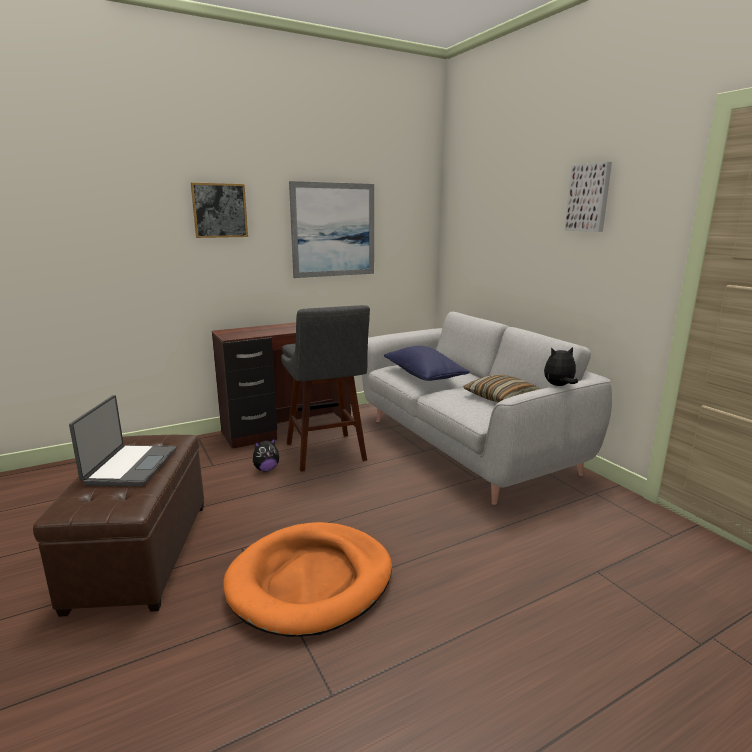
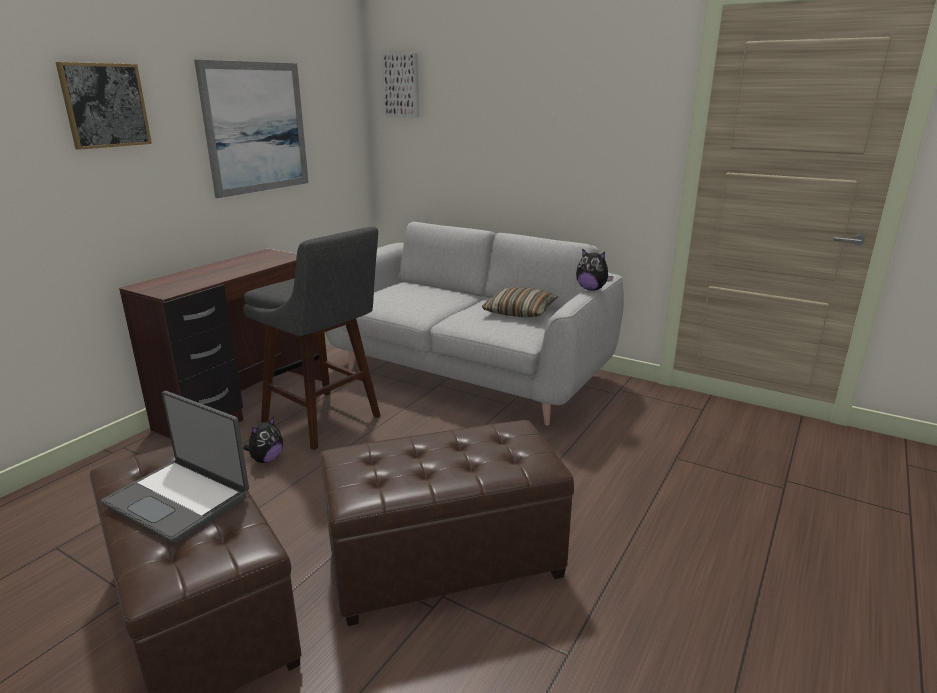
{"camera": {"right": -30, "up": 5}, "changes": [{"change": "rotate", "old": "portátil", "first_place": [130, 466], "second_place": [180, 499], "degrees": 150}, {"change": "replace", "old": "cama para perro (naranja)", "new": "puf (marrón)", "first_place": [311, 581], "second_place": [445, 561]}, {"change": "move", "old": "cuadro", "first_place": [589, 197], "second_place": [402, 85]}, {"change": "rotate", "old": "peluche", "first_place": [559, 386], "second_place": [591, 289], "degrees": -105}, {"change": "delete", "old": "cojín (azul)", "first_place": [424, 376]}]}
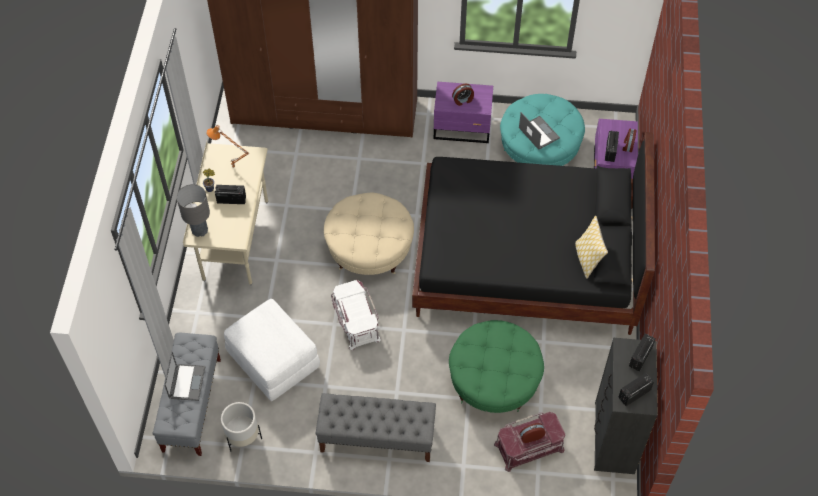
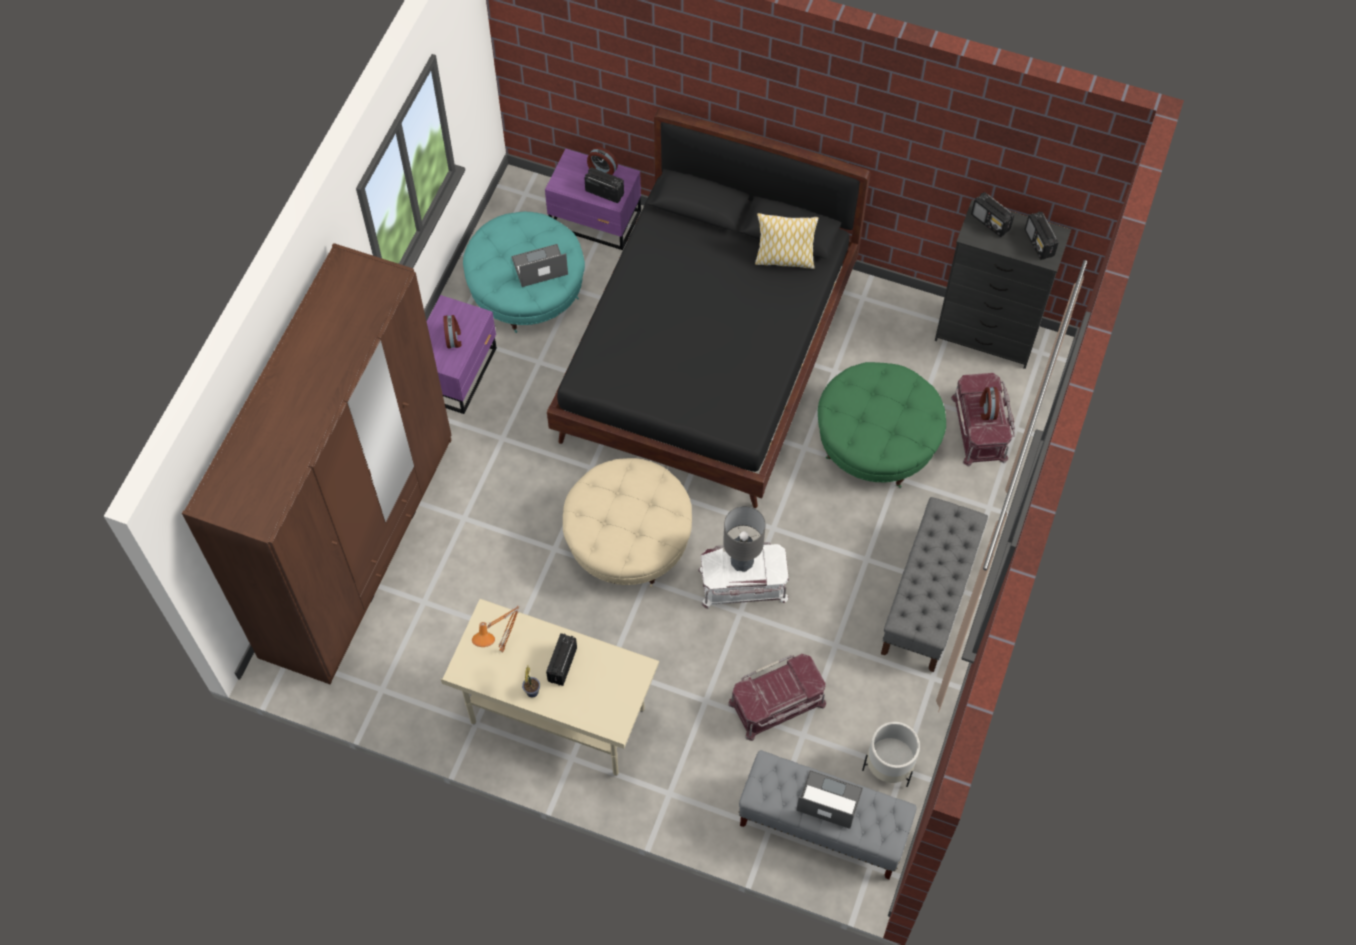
{"camera": {"right": -75, "up": 5}, "changes": [{"change": "move", "old": "lámpara de mesa (gris)", "first_place": [200, 230], "second_place": [742, 561]}, {"change": "replace", "old": "puf (blanco)", "new": "caja de almacenaje (rojo)", "first_place": [273, 360], "second_place": [777, 704]}]}
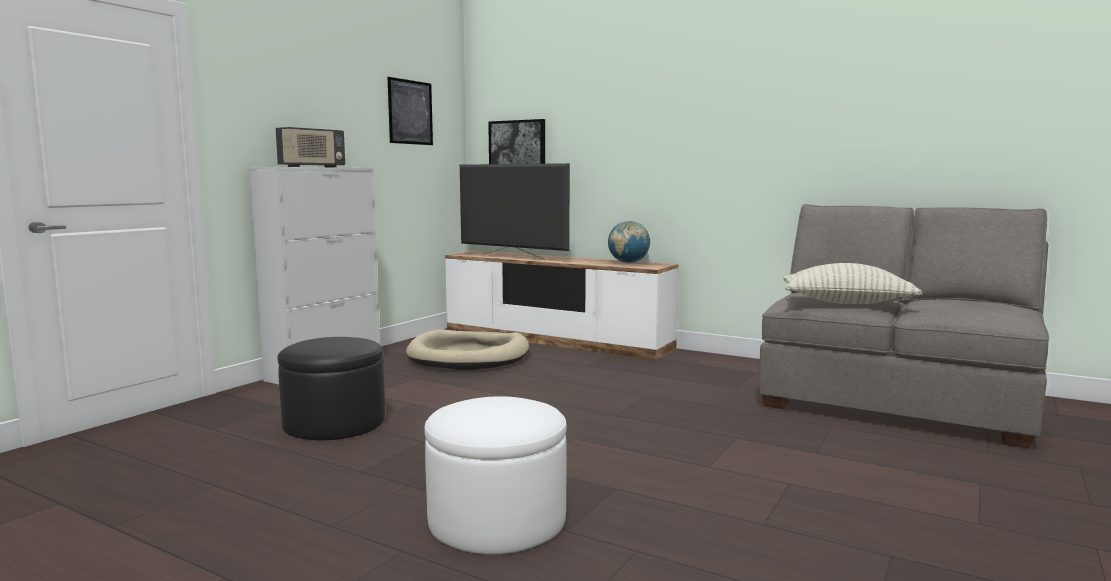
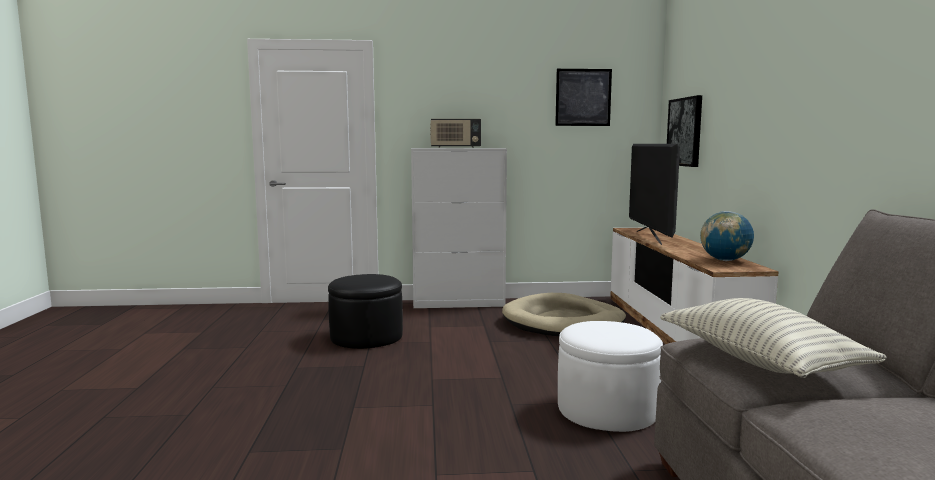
{"camera": {"right": 55, "up": 0}, "changes": [{"change": "move", "old": "puf (blanco)", "first_place": [497, 520], "second_place": [607, 409]}]}
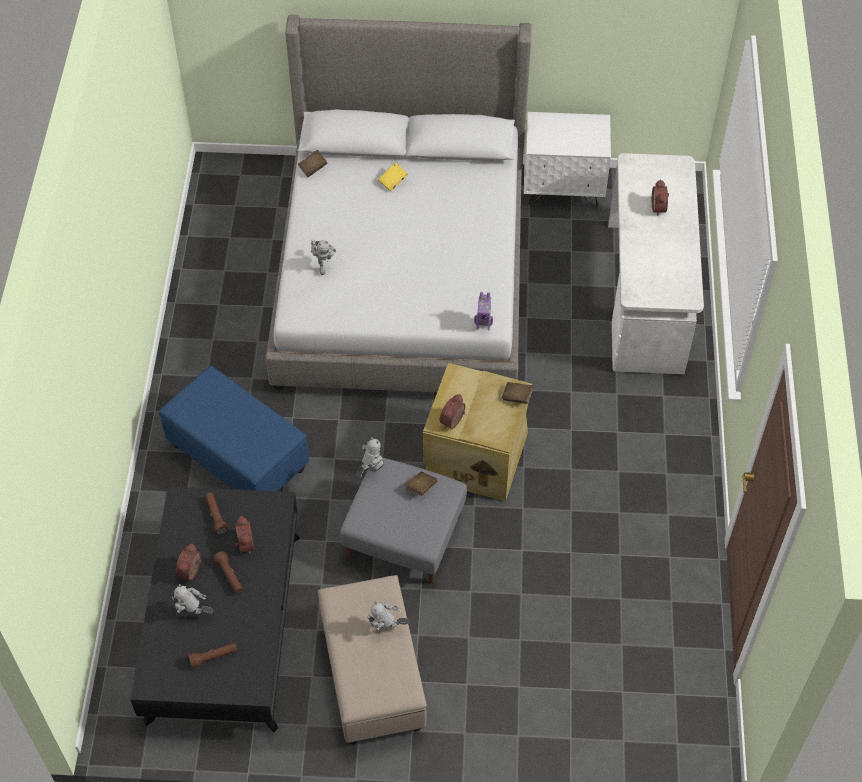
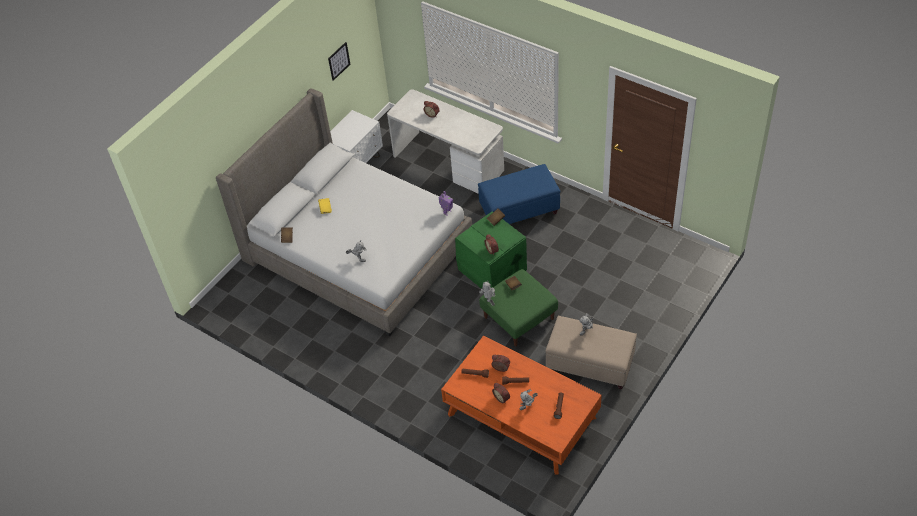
{"camera": {"right": -55, "up": -5}, "changes": [{"change": "insert", "new": "cuadro", "second_place": [339, 61]}, {"change": "recolor", "old": "mesa de centro (negro)", "new": "mesa de centro (naranja)", "first_place": [224, 627], "second_place": [522, 416]}, {"change": "recolor", "old": "caja de almacenaje (beis)", "new": "caja de almacenaje (verde)", "first_place": [474, 456], "second_place": [492, 270]}, {"change": "move", "old": "puf (azul)", "first_place": [239, 458], "second_place": [520, 210]}, {"change": "recolor", "old": "puf (gris)", "new": "puf (verde)", "first_place": [404, 536], "second_place": [519, 318]}]}
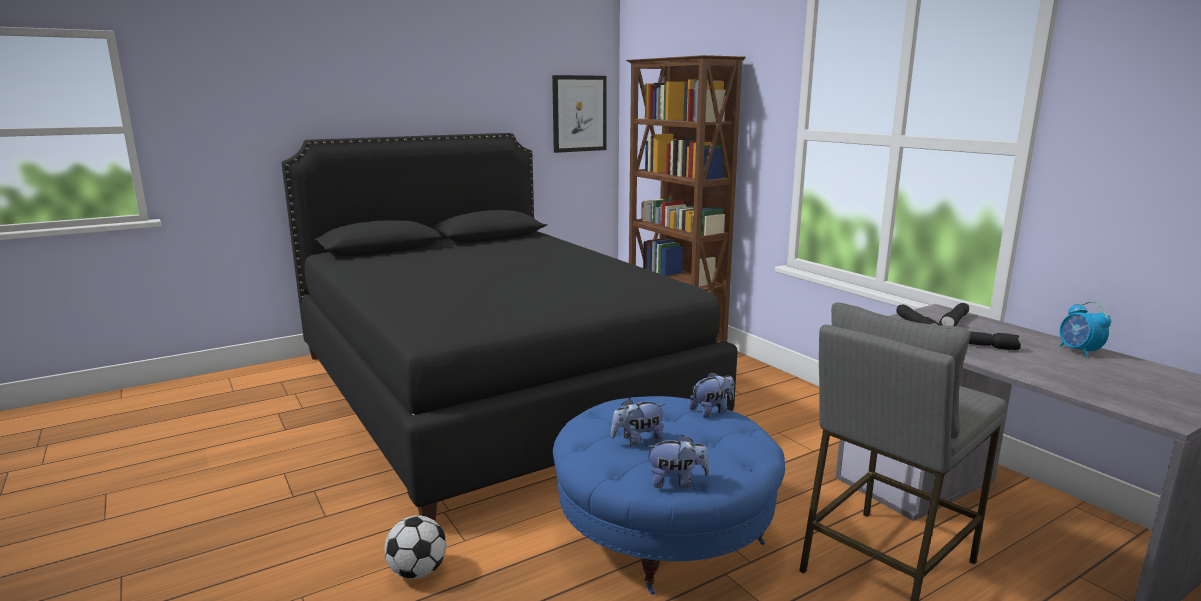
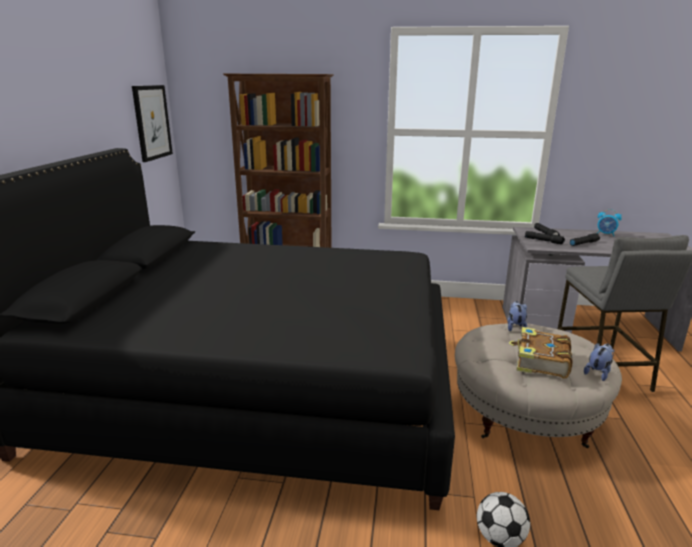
{"camera": {"right": -50, "up": 5}, "changes": [{"change": "recolor", "old": "puf (azul)", "new": "puf (beis)", "first_place": [664, 531], "second_place": [525, 413]}, {"change": "replace", "old": "peluche", "new": "libro", "first_place": [638, 440], "second_place": [540, 361]}]}
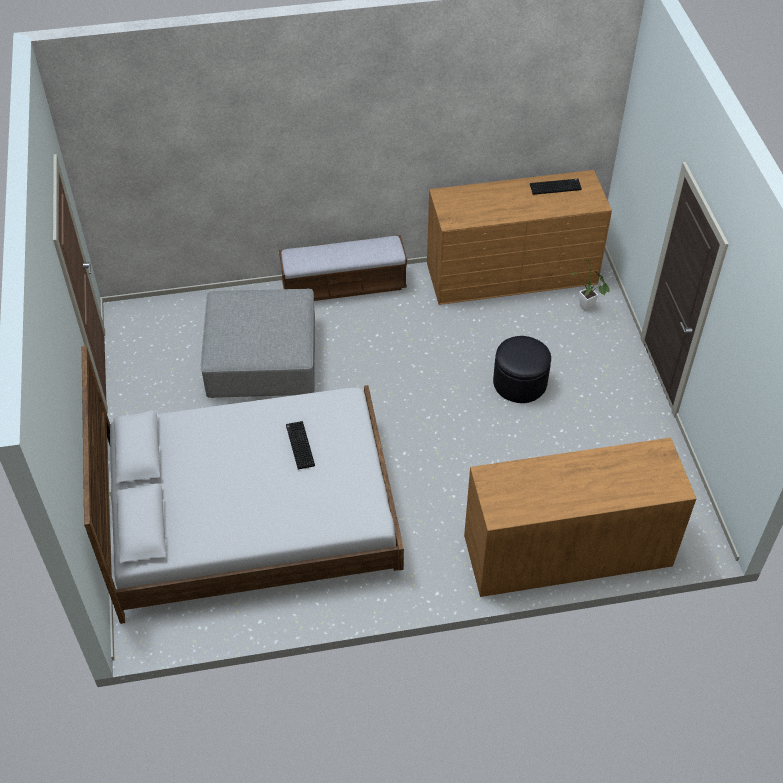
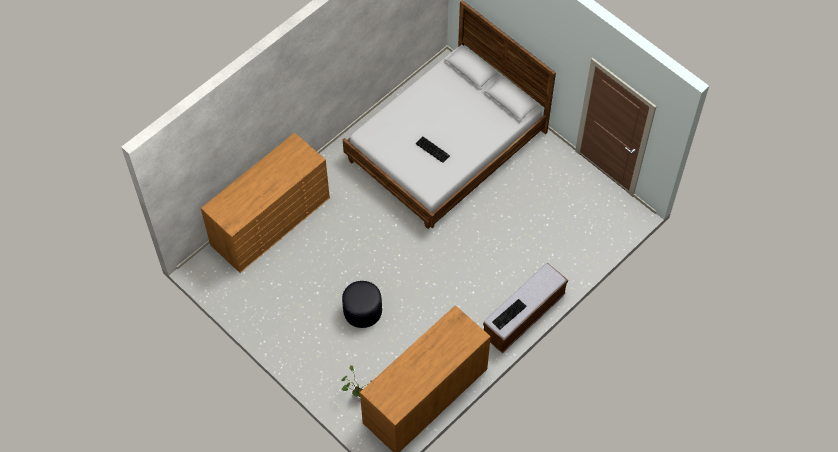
{"camera": {"right": 145, "up": 10}, "changes": [{"change": "move", "old": "teclado", "first_place": [555, 186], "second_place": [509, 315]}, {"change": "delete", "old": "puf (gris)", "first_place": [261, 357]}]}
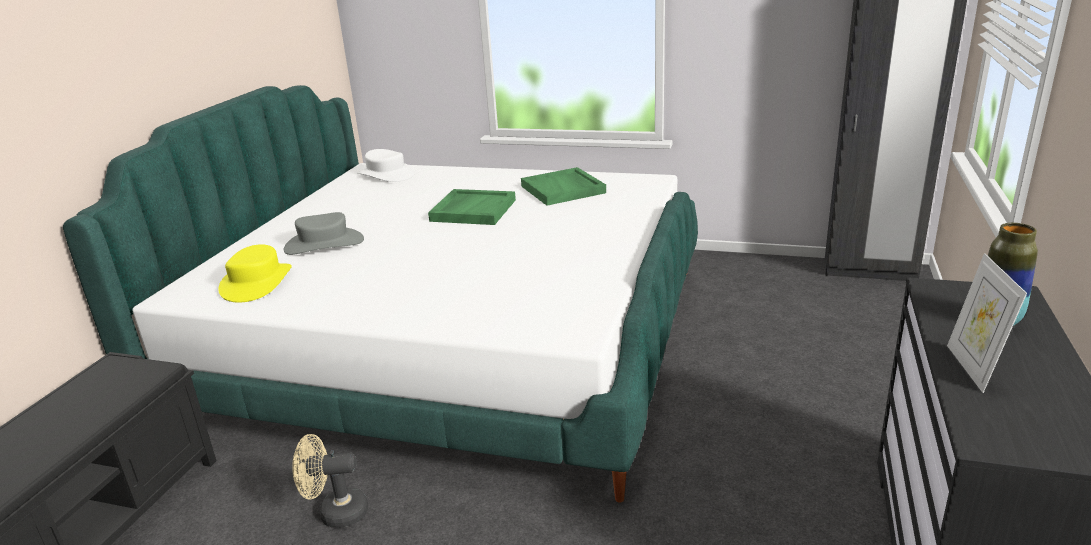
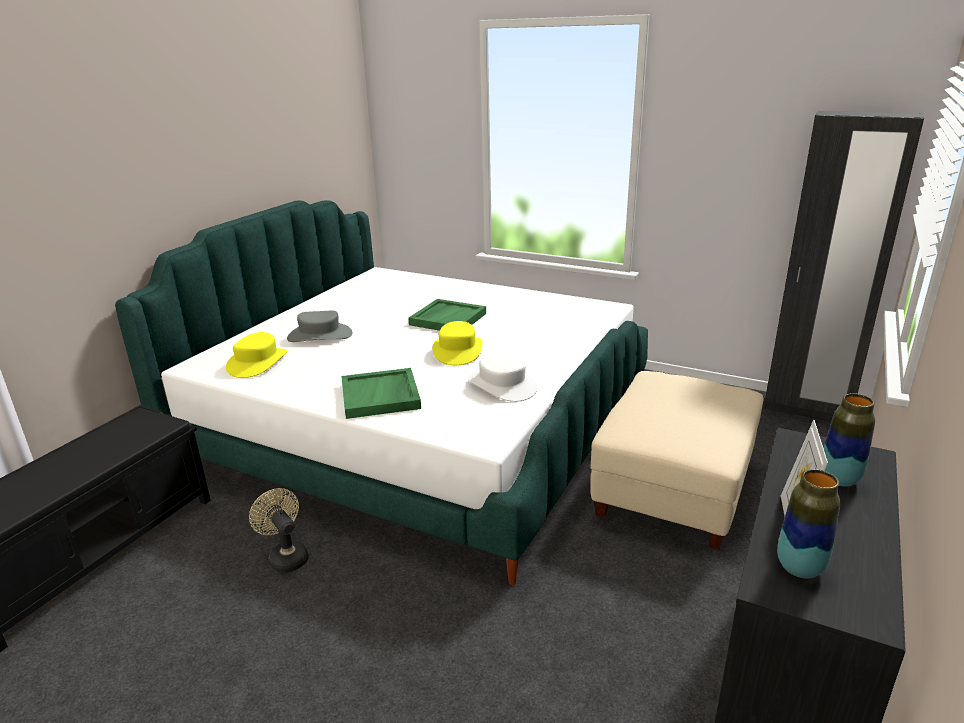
{"camera": {"right": 10, "up": 0}, "changes": [{"change": "rotate", "old": "ventilador (beis)", "first_place": [336, 513], "second_place": [286, 556], "degrees": 45}, {"change": "move", "old": "bandeja (verde)", "first_place": [563, 189], "second_place": [381, 396]}, {"change": "insert", "new": "sombrero (amarillo)", "second_place": [457, 351]}, {"change": "move", "old": "sombrero (blanco)", "first_place": [386, 174], "second_place": [502, 385]}, {"change": "insert", "new": "puf (beis)", "second_place": [672, 490]}, {"change": "insert", "new": "florero", "second_place": [799, 568]}]}
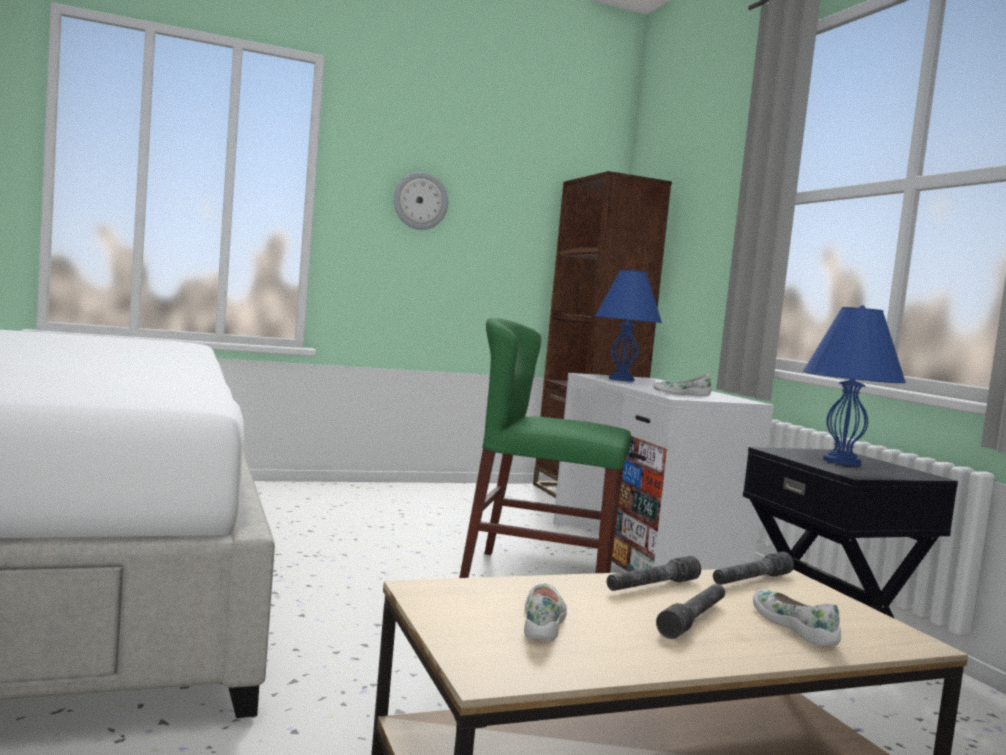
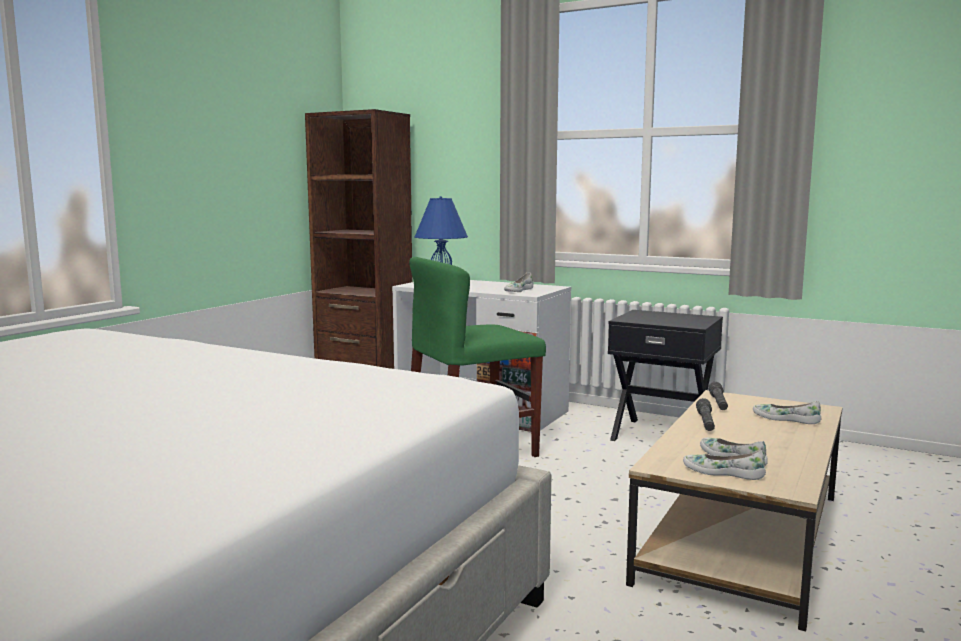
{"camera": {"right": -40, "up": 5}, "changes": [{"change": "insert", "new": "zapato (blanco)", "second_place": [723, 472]}, {"change": "delete", "old": "reloj de pared", "first_place": [420, 201]}, {"change": "delete", "old": "linterna (gris)", "first_place": [693, 619]}, {"change": "delete", "old": "lámpara de mesa (azul)", "first_place": [842, 461]}]}
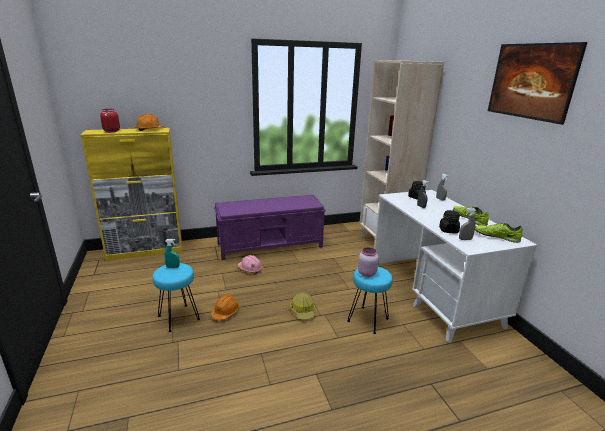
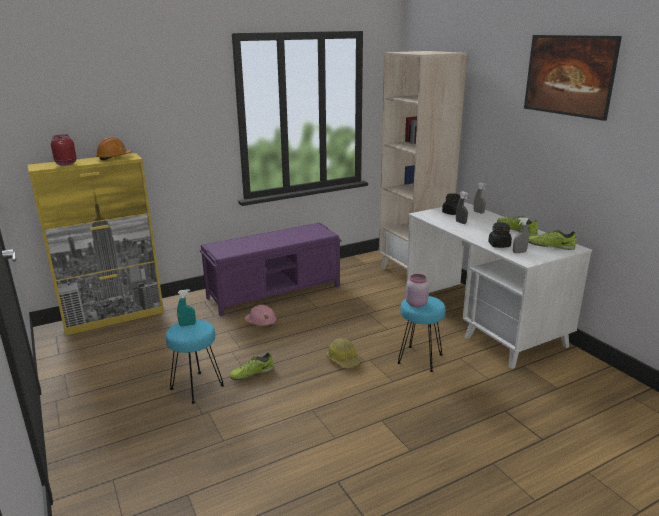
{"camera": {"right": -10, "up": 0}, "changes": [{"change": "replace", "old": "casco (naranja)", "new": "zapato", "first_place": [225, 312], "second_place": [252, 374]}]}
